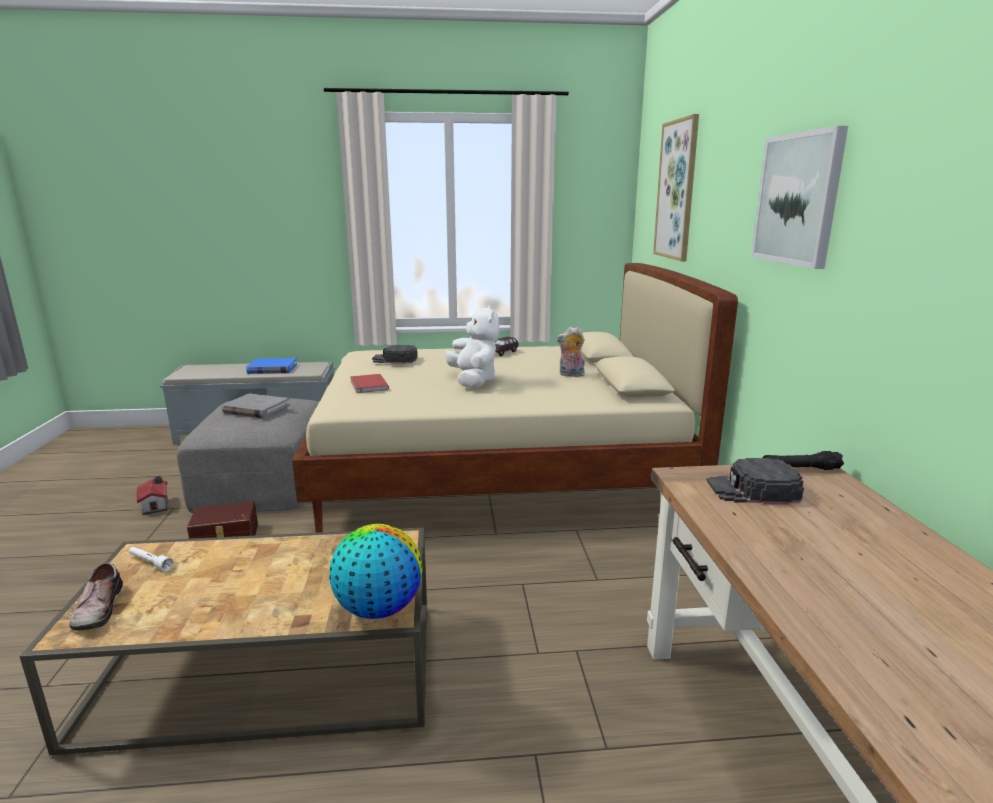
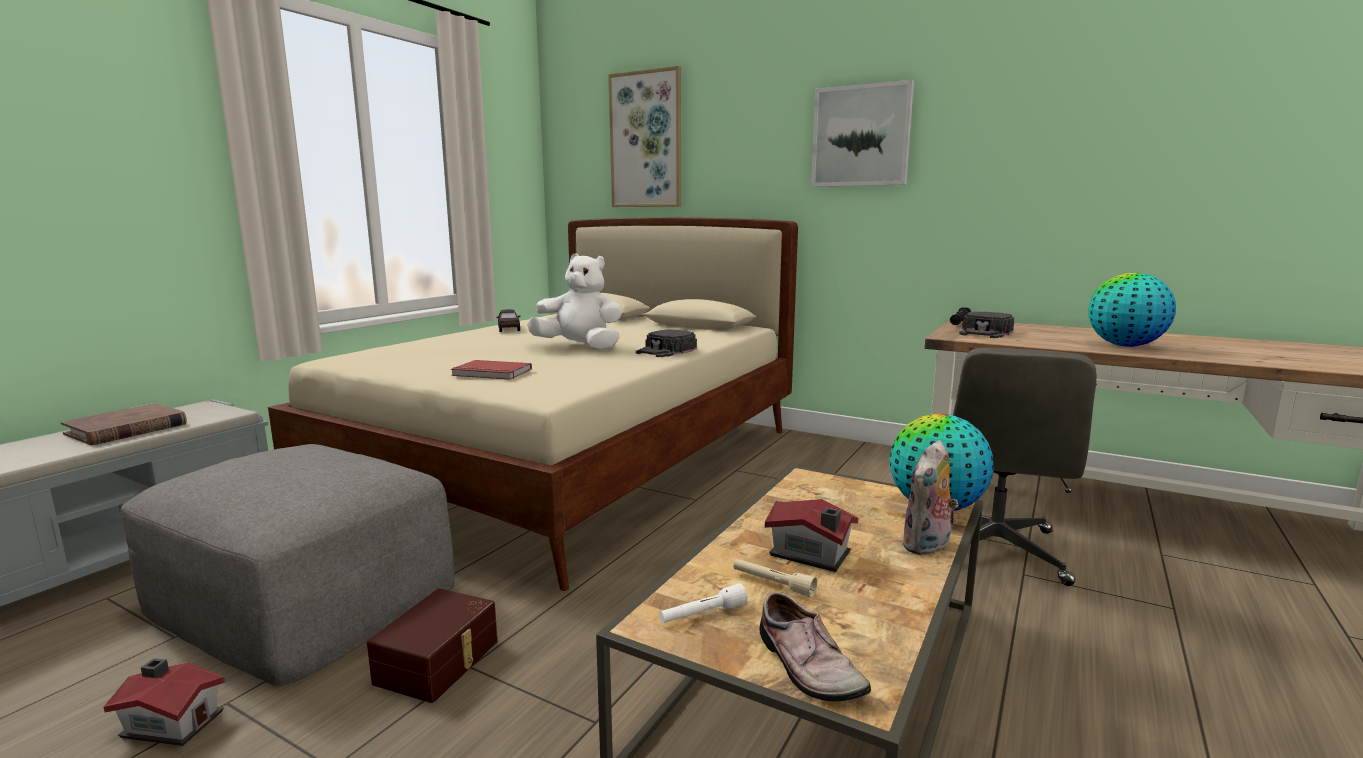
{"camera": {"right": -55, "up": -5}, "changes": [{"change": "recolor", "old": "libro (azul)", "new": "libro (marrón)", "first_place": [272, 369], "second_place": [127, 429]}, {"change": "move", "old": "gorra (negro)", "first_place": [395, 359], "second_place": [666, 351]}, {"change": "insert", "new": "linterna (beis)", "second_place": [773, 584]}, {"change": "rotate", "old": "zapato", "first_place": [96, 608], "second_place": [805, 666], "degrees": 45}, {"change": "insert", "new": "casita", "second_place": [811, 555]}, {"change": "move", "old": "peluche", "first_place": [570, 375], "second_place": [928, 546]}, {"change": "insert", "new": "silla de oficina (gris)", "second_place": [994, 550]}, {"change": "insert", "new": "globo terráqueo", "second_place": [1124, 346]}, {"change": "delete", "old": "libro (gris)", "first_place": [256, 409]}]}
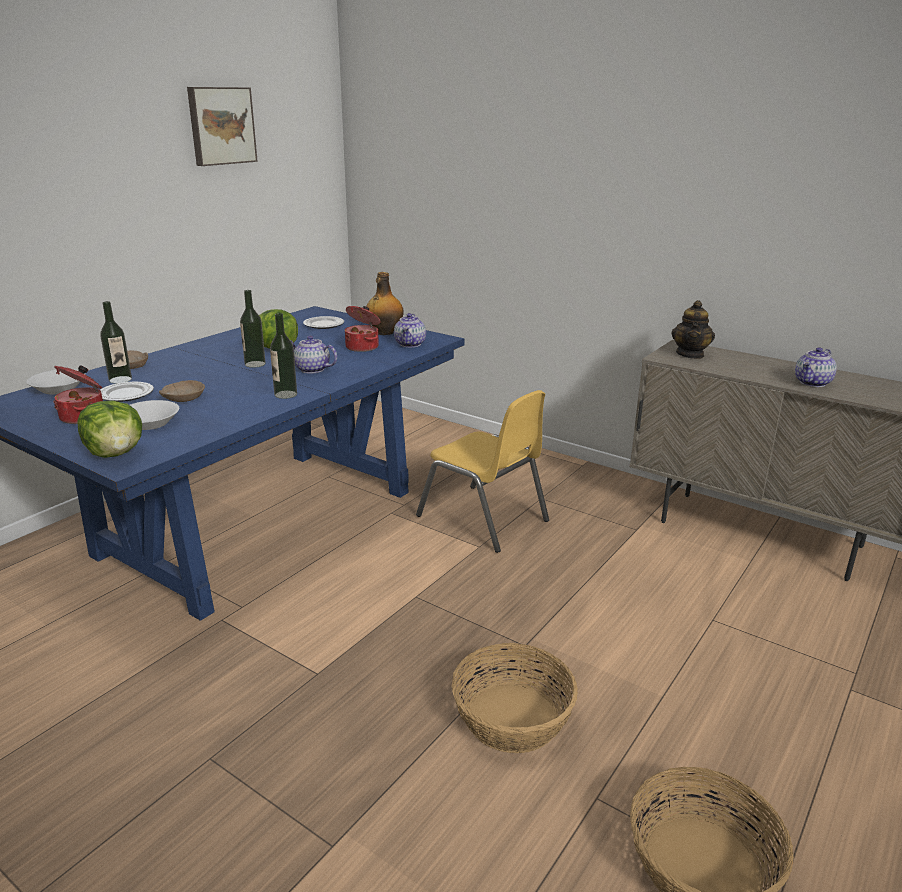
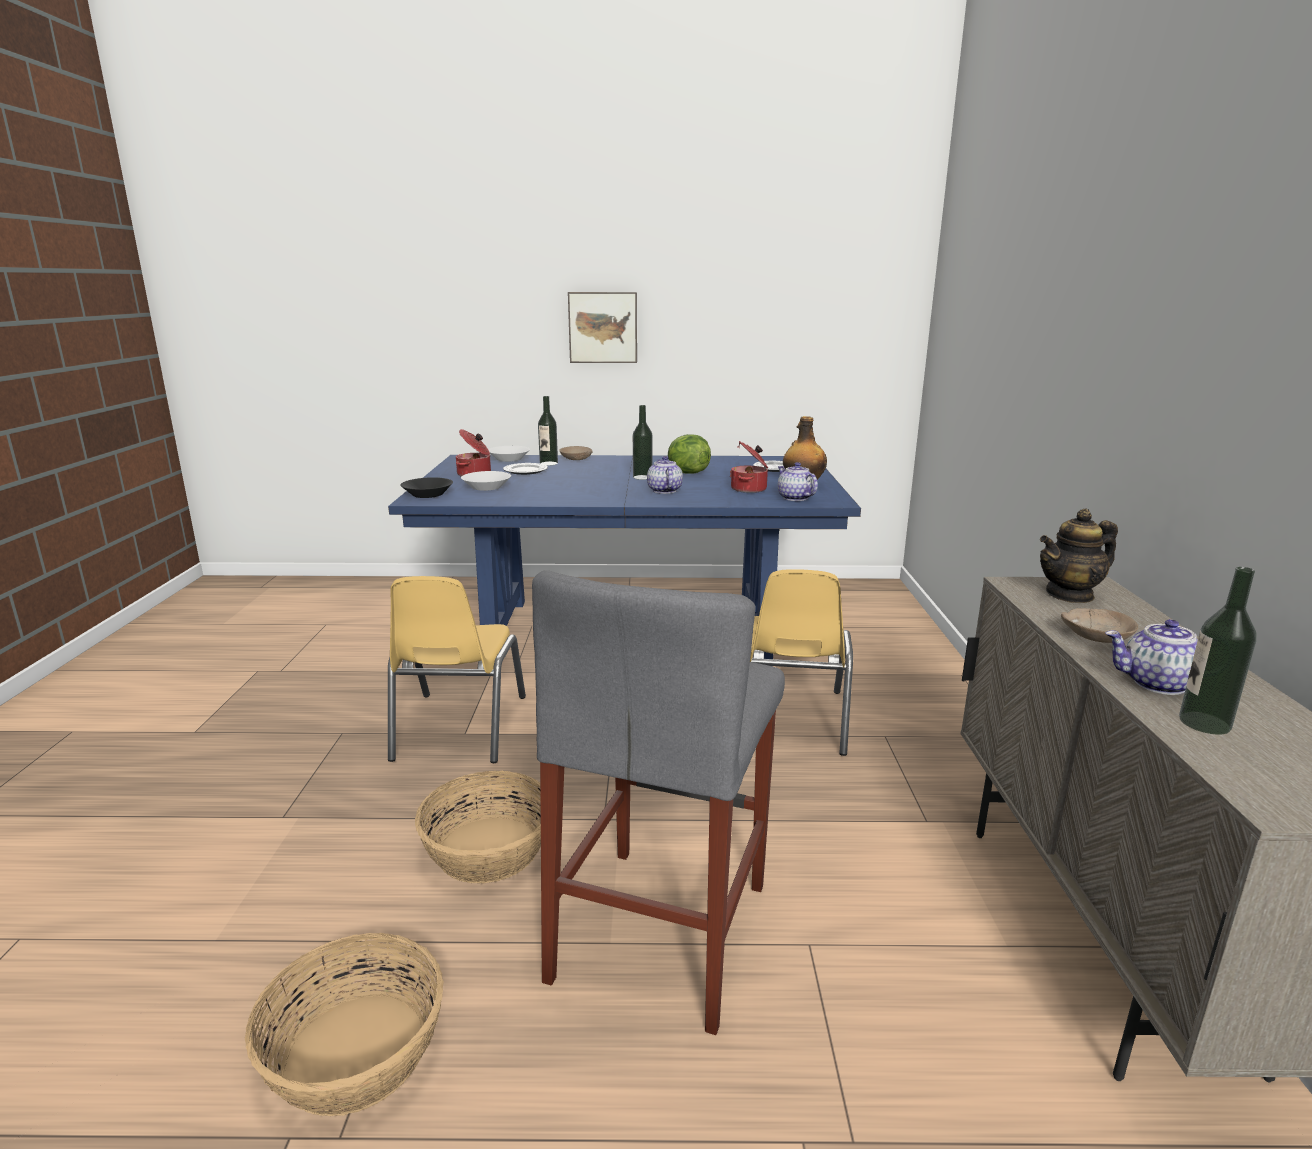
{"camera": {"right": 55, "up": -5}, "changes": [{"change": "insert", "new": "silla (amarillo)", "second_place": [458, 727]}, {"change": "replace", "old": "lechuga", "new": "cuenco (negro)", "first_place": [116, 453], "second_place": [428, 494]}, {"change": "insert", "new": "taburete (gris)", "second_place": [661, 930]}, {"change": "move", "old": "cuadro", "first_place": [221, 126], "second_place": [603, 327]}, {"change": "rotate", "old": "tetera", "first_place": [410, 344], "second_place": [794, 498], "degrees": 90}, {"change": "move", "old": "cuenco (beis)", "first_place": [183, 399], "second_place": [1095, 636]}, {"change": "move", "old": "botella", "first_place": [285, 394], "second_place": [1204, 723]}]}
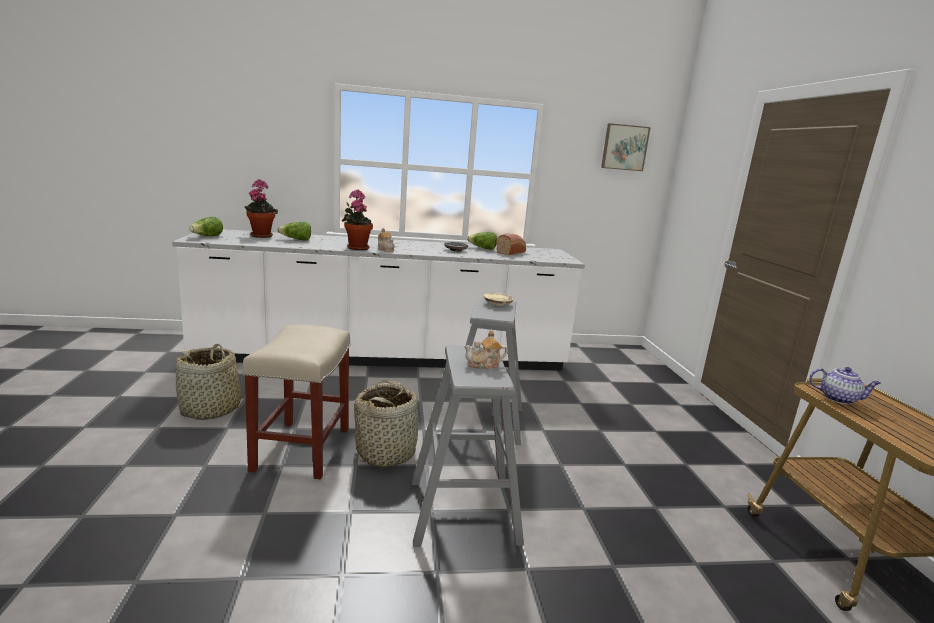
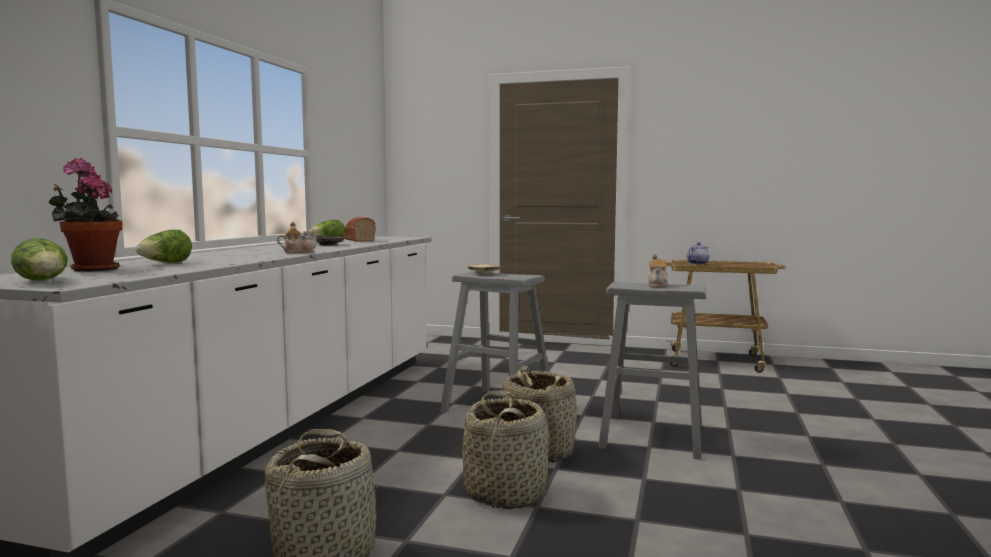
{"camera": {"right": -65, "up": -10}, "changes": [{"change": "replace", "old": "taburete (beis)", "new": "cesta", "first_place": [302, 450], "second_place": [506, 493]}, {"change": "delete", "old": "planta en maceta", "first_place": [357, 248]}, {"change": "delete", "old": "cuadro", "first_place": [624, 147]}]}
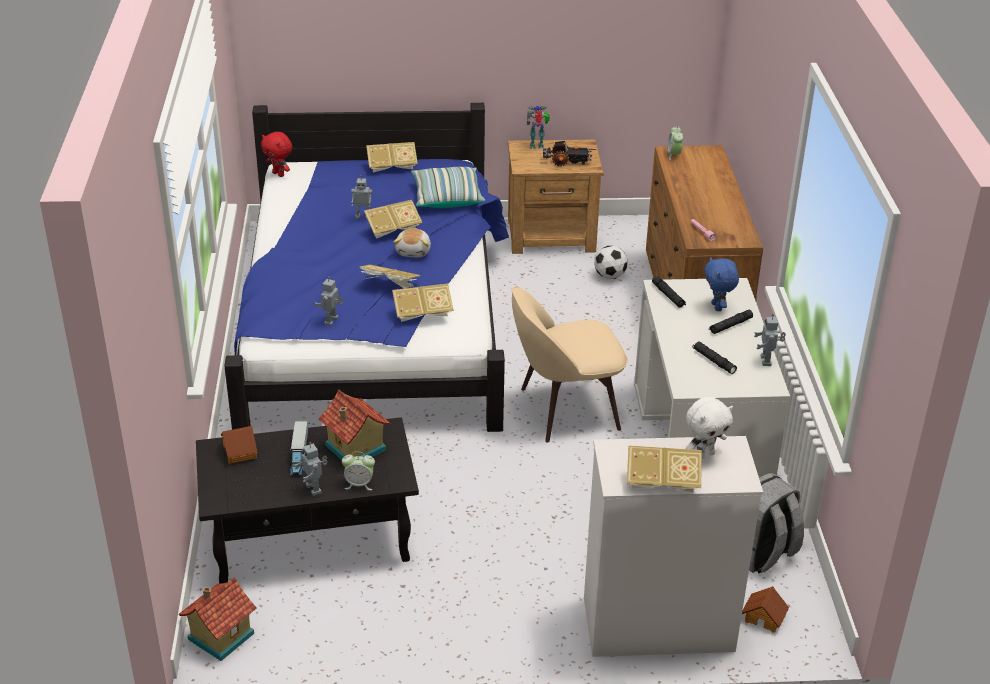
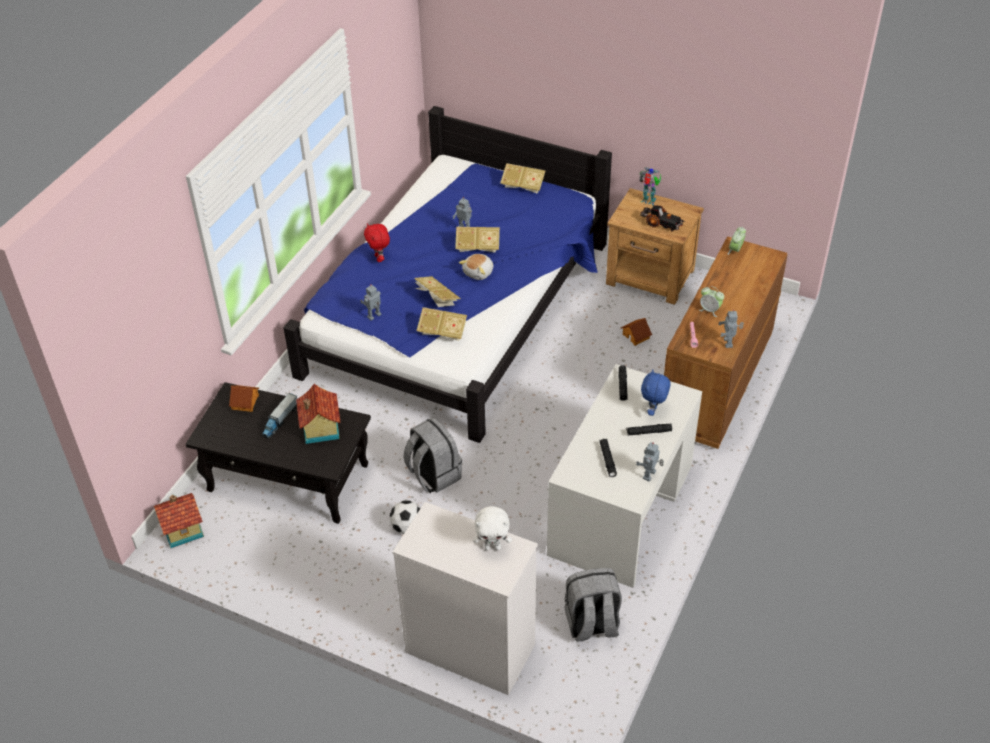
{"camera": {"right": 30, "up": 10}, "changes": [{"change": "move", "old": "peluche (rojo)", "first_place": [279, 174], "second_place": [379, 258]}, {"change": "move", "old": "balón de fútbol", "first_place": [609, 276], "second_place": [407, 527]}, {"change": "insert", "new": "mochila (gris)", "second_place": [433, 475]}, {"change": "move", "old": "casita", "first_place": [764, 617], "second_place": [636, 336]}, {"change": "move", "old": "despertador", "first_place": [359, 484], "second_place": [710, 310]}, {"change": "move", "old": "robot de juguete", "first_place": [314, 489], "second_place": [729, 343]}, {"change": "delete", "old": "cojín", "first_place": [446, 197]}, {"change": "delete", "old": "silla (beis)", "first_place": [564, 409]}, {"change": "delete", "old": "libro", "first_place": [662, 481]}]}
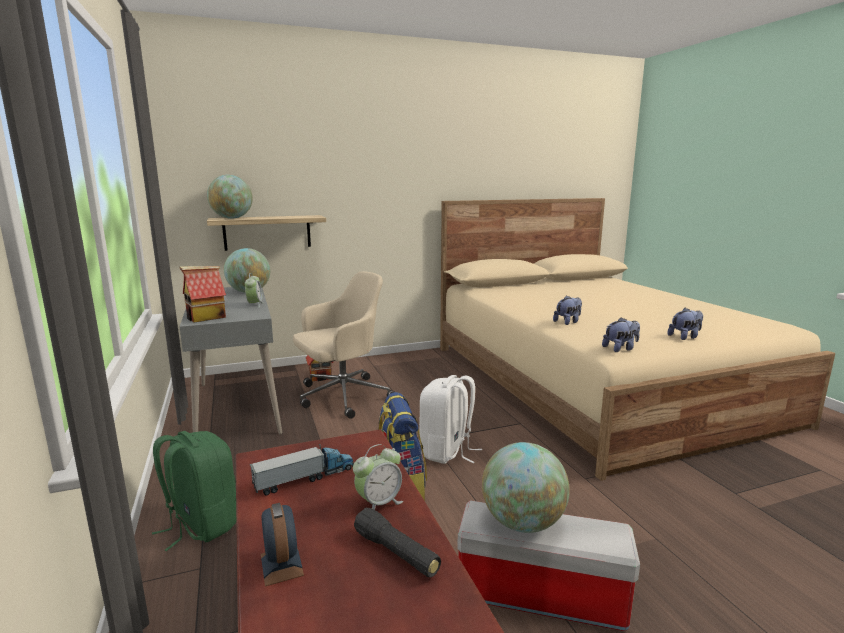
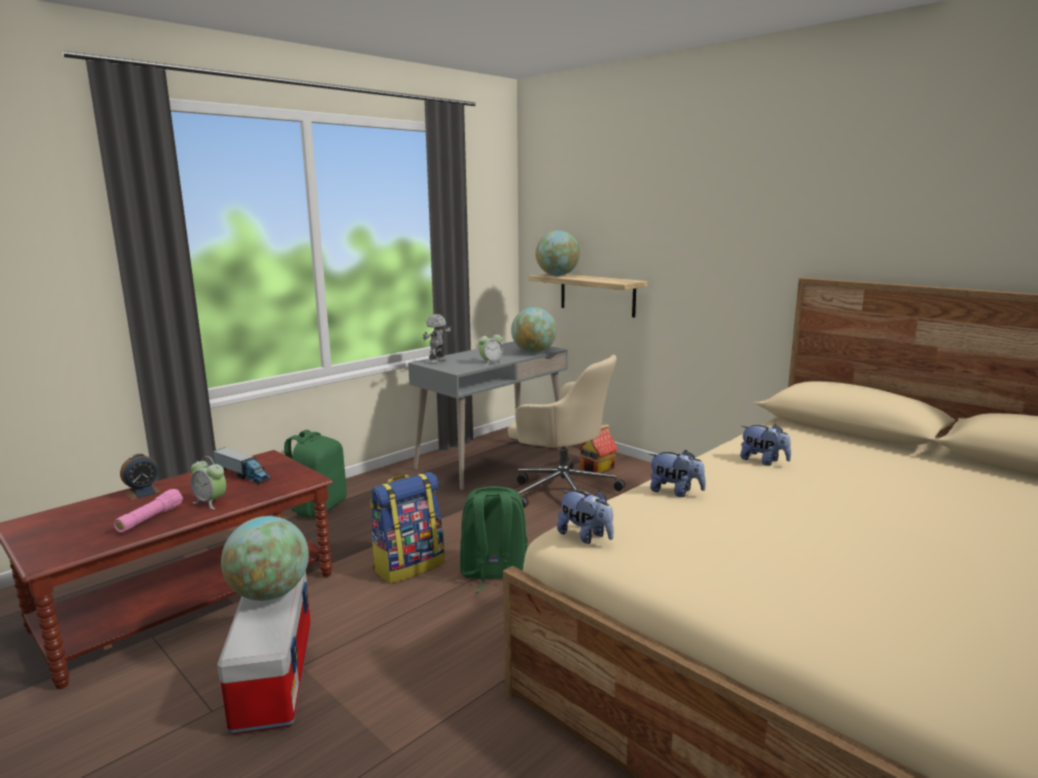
{"camera": {"right": 65, "up": 0}, "changes": [{"change": "recolor", "old": "linterna (negro)", "new": "linterna (rosa)", "first_place": [396, 553], "second_place": [150, 519]}, {"change": "replace", "old": "casita", "new": "robot de juguete", "first_place": [205, 317], "second_place": [437, 361]}, {"change": "recolor", "old": "mochila (blanco)", "new": "mochila (verde)", "first_place": [447, 452], "second_place": [494, 574]}, {"change": "move", "old": "peluche", "first_place": [685, 337], "second_place": [763, 461]}]}
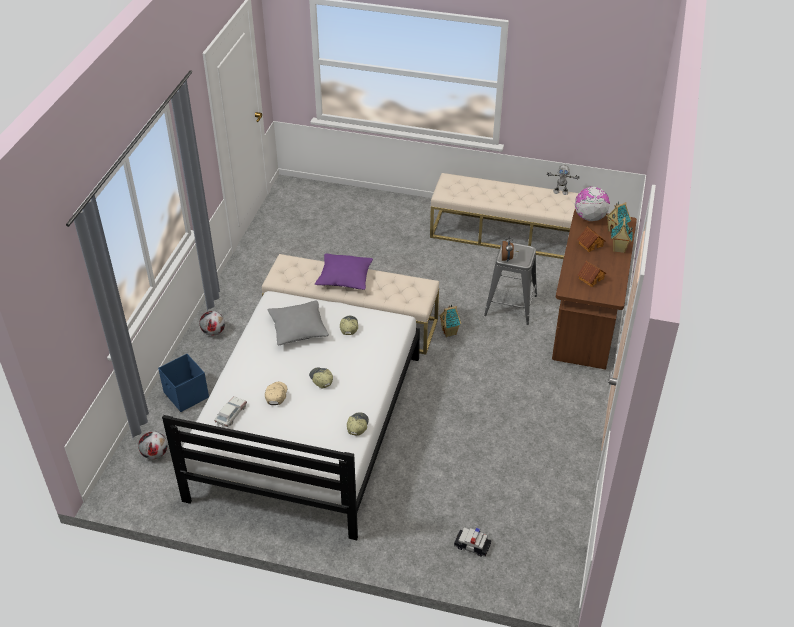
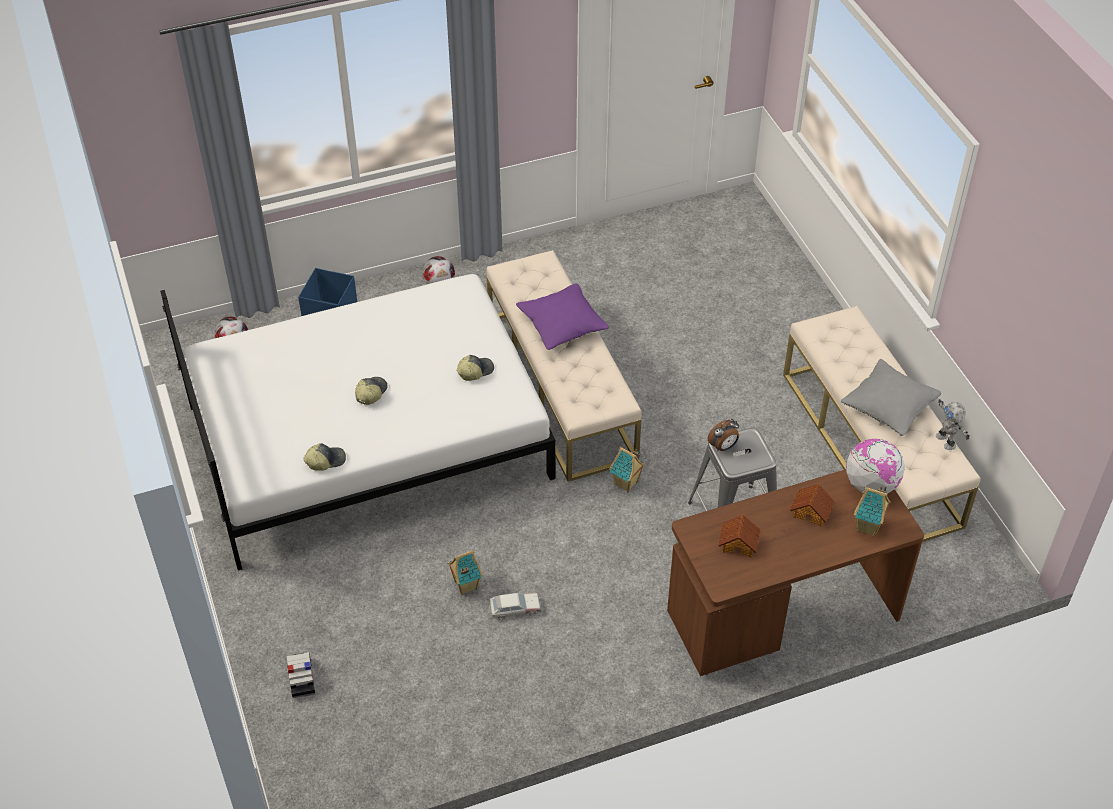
{"camera": {"right": 55, "up": 5}, "changes": [{"change": "move", "old": "casita", "first_place": [619, 249], "second_place": [465, 585]}, {"change": "move", "old": "coche de juguete", "first_place": [231, 414], "second_place": [514, 608]}, {"change": "move", "old": "cojín (gris)", "first_place": [298, 329], "second_place": [889, 406]}, {"change": "delete", "old": "gorra (beis)", "first_place": [276, 395]}]}
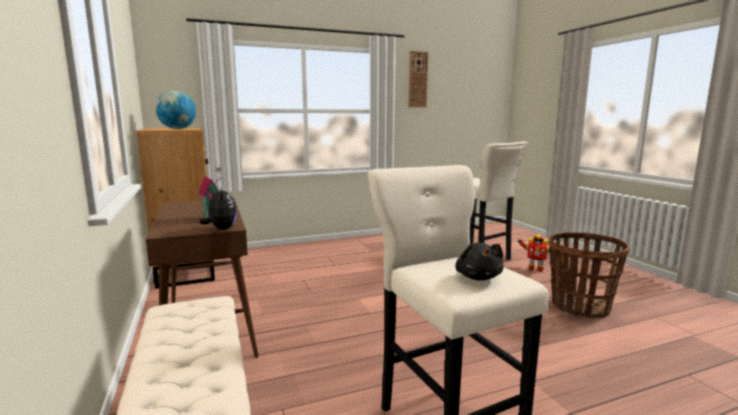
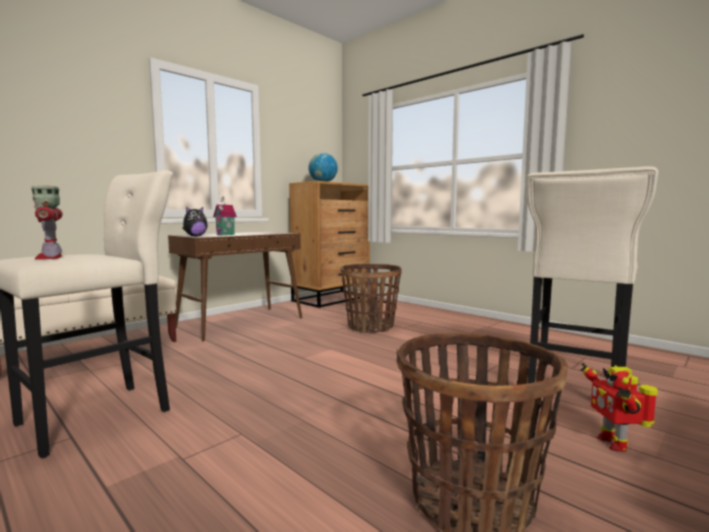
{"camera": {"right": 65, "up": -5}, "changes": [{"change": "replace", "old": "peluche (negro)", "new": "robot de juguete", "first_place": [478, 277], "second_place": [50, 258]}, {"change": "insert", "new": "cesta", "second_place": [370, 327]}, {"change": "delete", "old": "reloj de pared", "first_place": [418, 79]}]}
